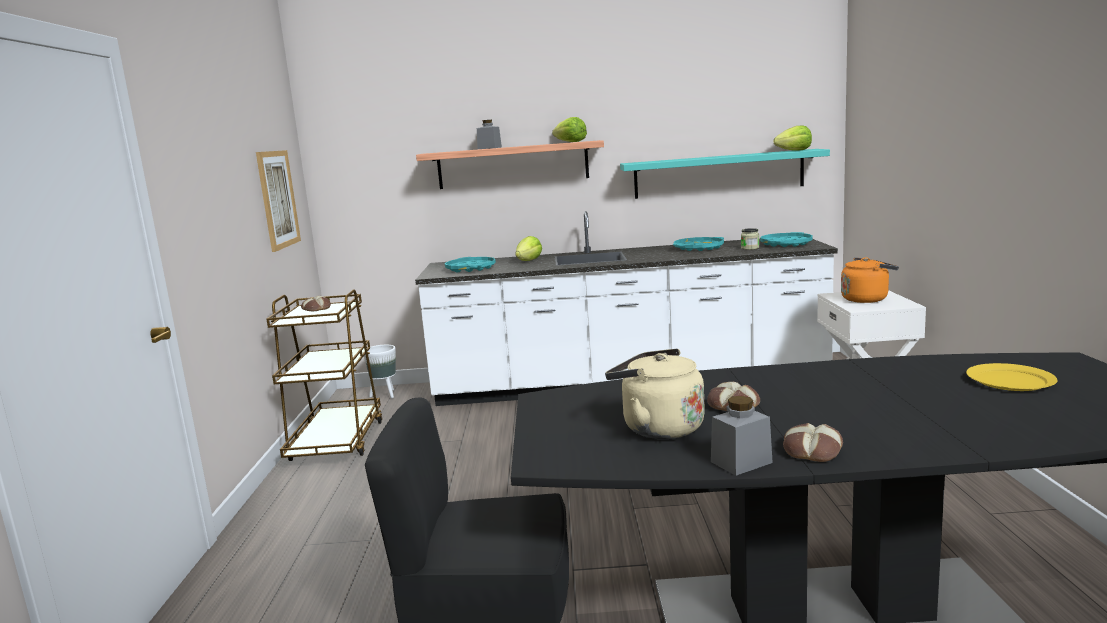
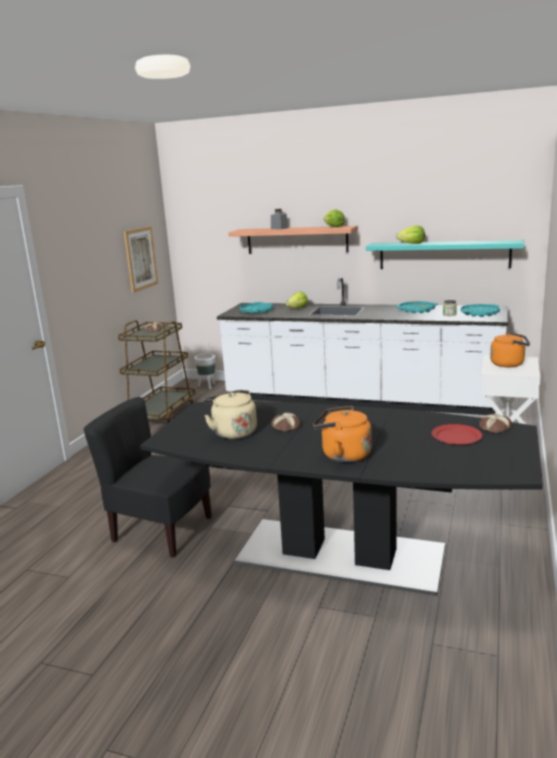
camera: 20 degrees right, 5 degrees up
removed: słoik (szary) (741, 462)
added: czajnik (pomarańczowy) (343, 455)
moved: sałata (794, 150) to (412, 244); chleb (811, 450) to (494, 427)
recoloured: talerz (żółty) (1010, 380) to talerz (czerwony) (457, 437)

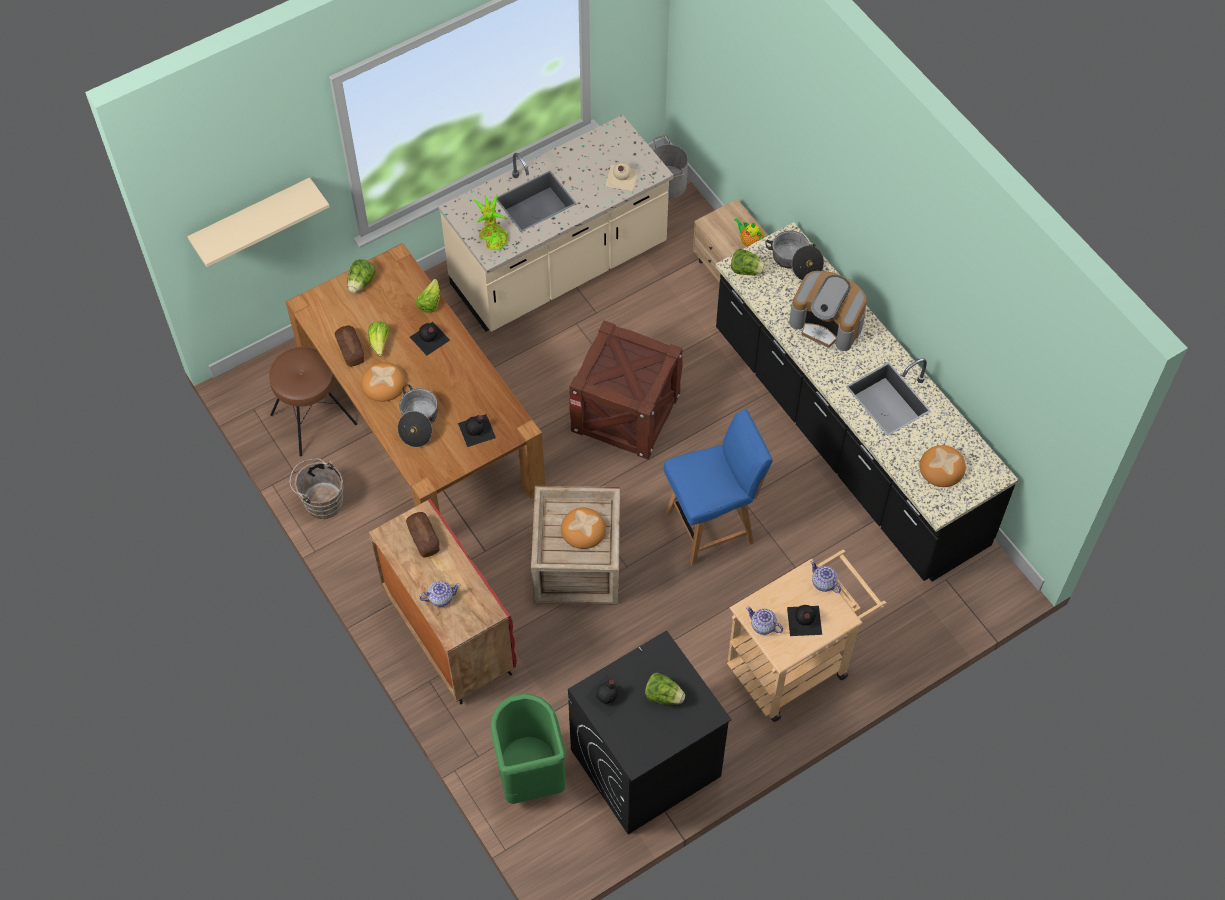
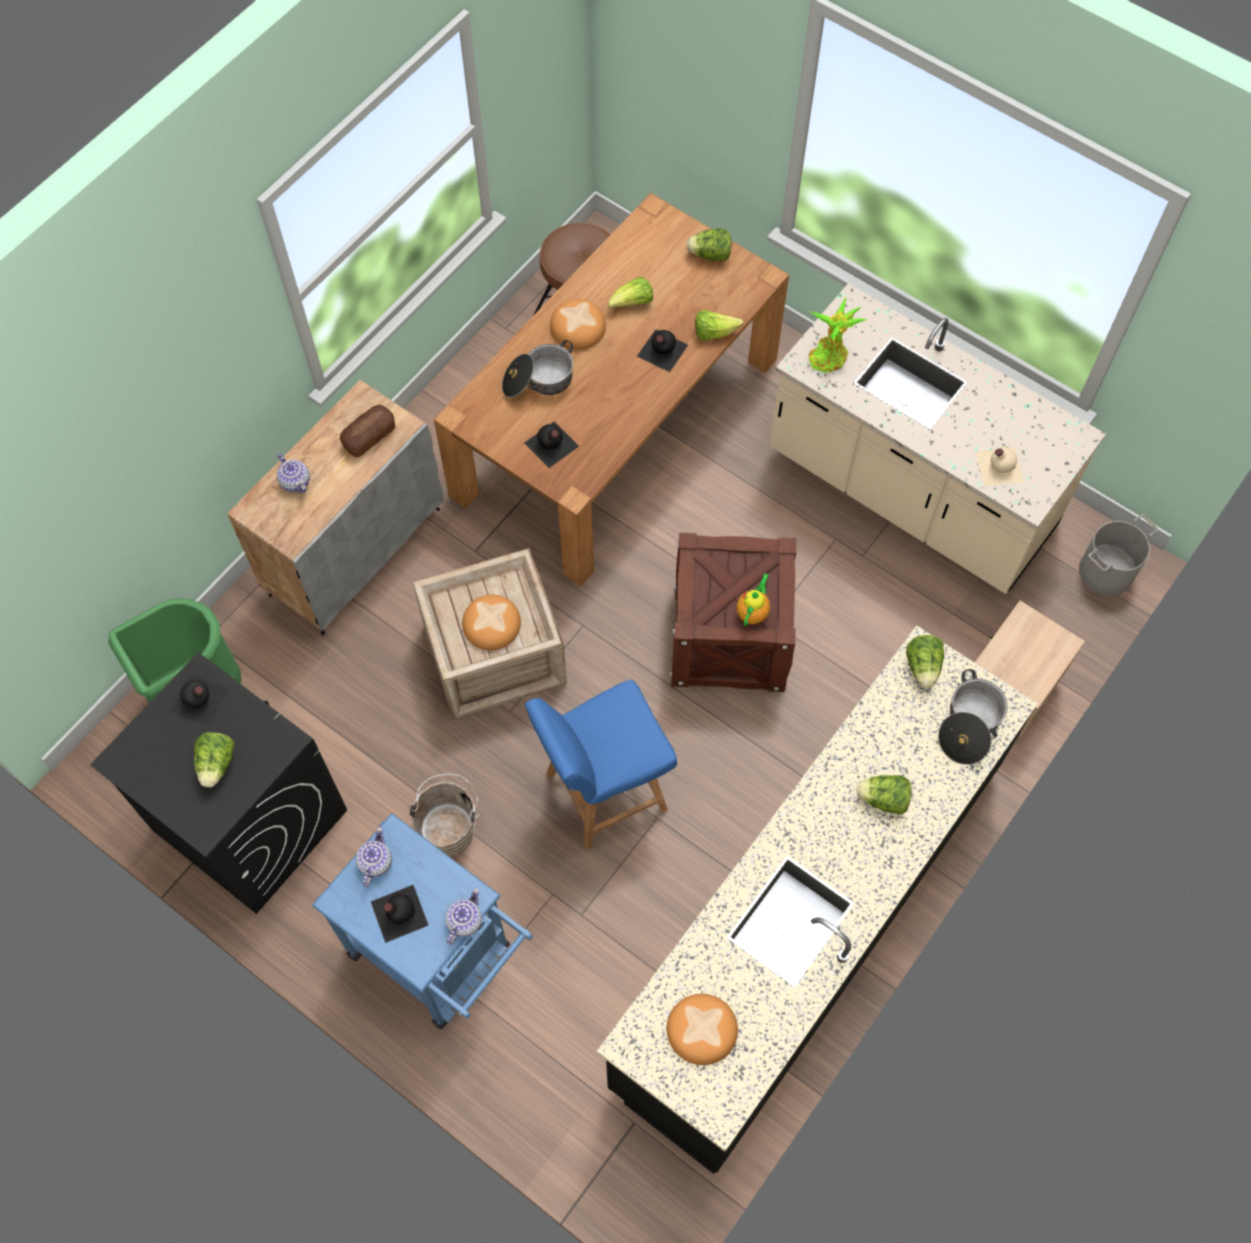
camera: 70 degrees right, 5 degrees up
removed: półka (beżowy) (252, 217); chleb (350, 350)
moved: wiadro (brązowy) (321, 501) to (449, 828); imbryk (749, 241) to (753, 611)
replaced: ekspres do kawy (827, 323) to sałata (883, 799)
recoloured: szafka (czerwony) (448, 632) to szafka (szary) (355, 550); wózek (beżowy) (796, 663) to wózek (niebieski) (440, 958)
turned: krzesło (niebieski) (712, 526) = (603, 793) 105 degrees clockwise

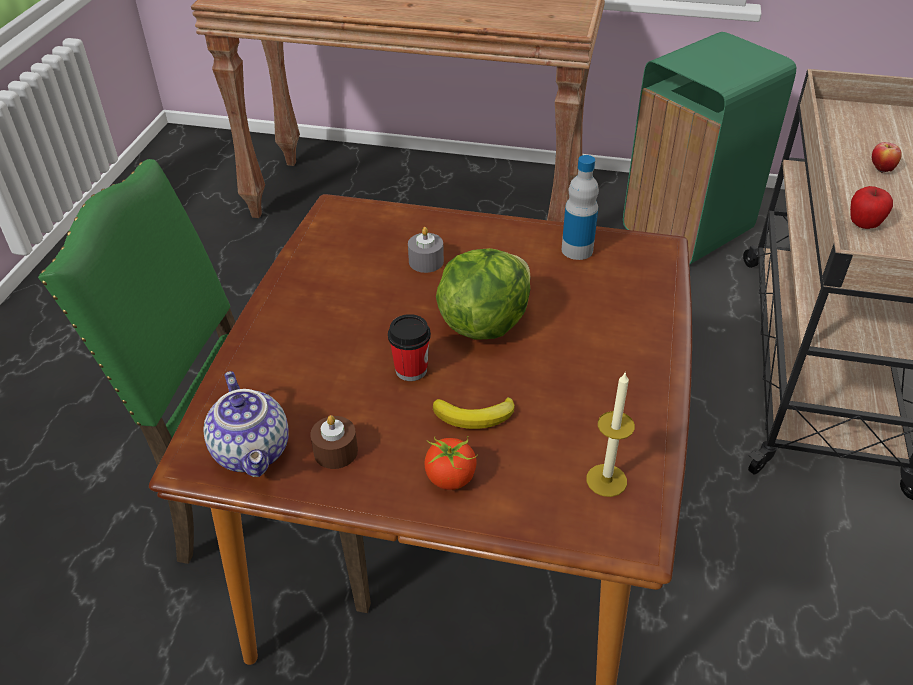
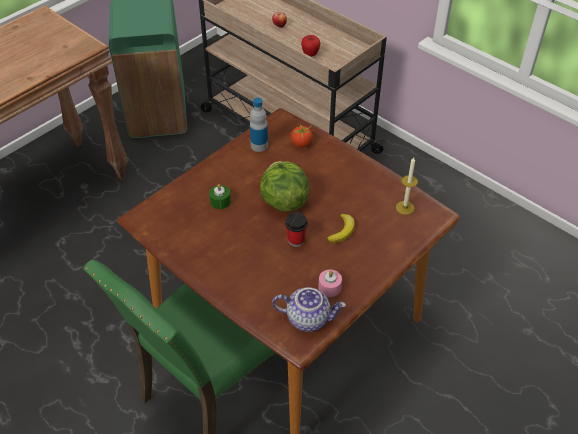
camera: 60 degrees left, 5 degrees up
moved: pomidor (451, 478) to (301, 143)
recoloured: świeca (szary) (426, 261) to świeca (zielony) (220, 201); świeca (brązowy) (335, 451) to świeca (różowy) (329, 287)

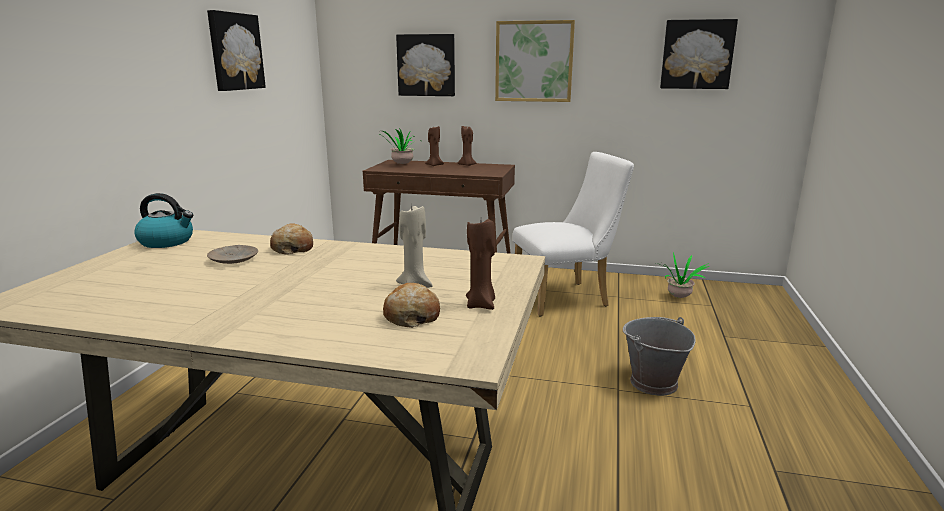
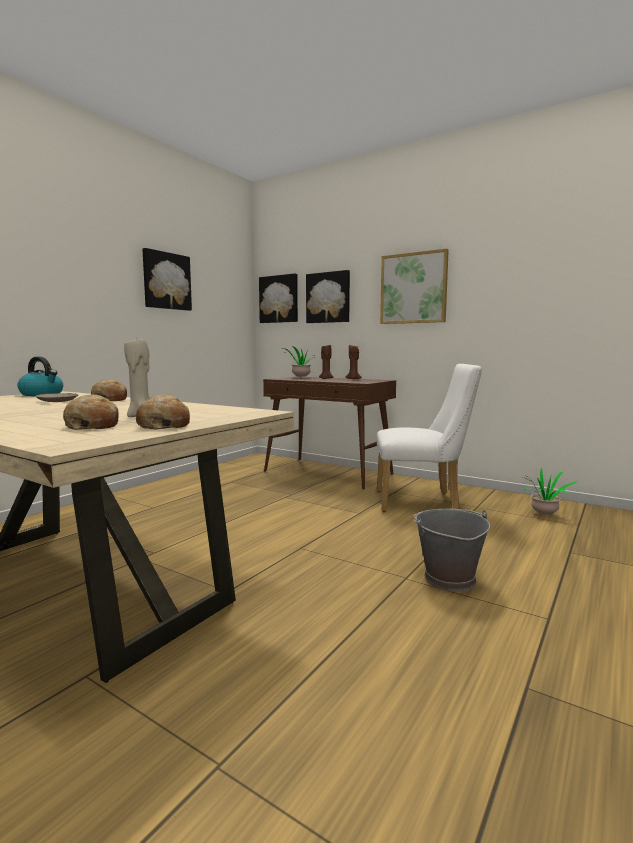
camera: 20 degrees right, 10 degrees down
moved: obraz (697, 54) to (279, 299)
replaced: świeca (brązowy) (481, 305) to chleb (164, 425)

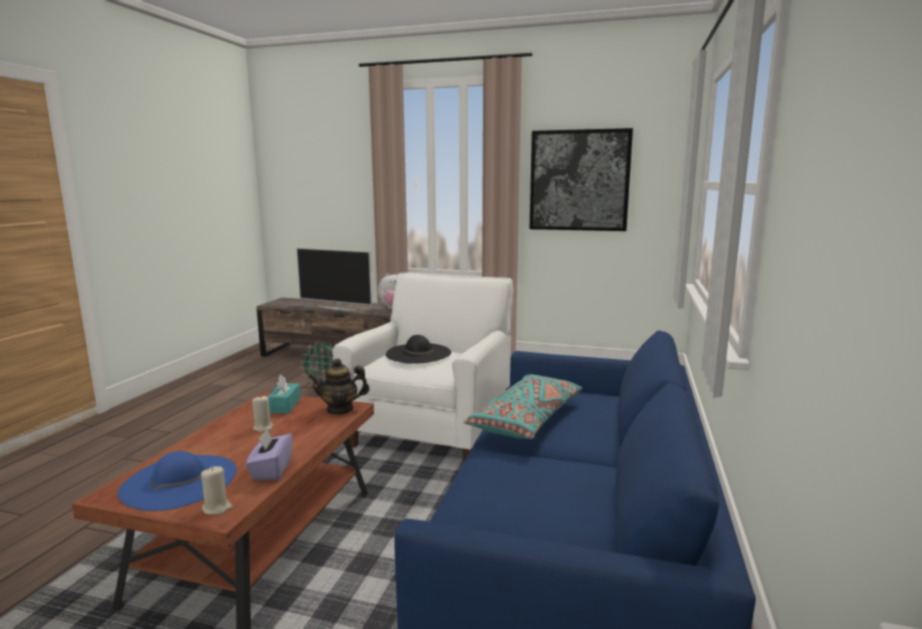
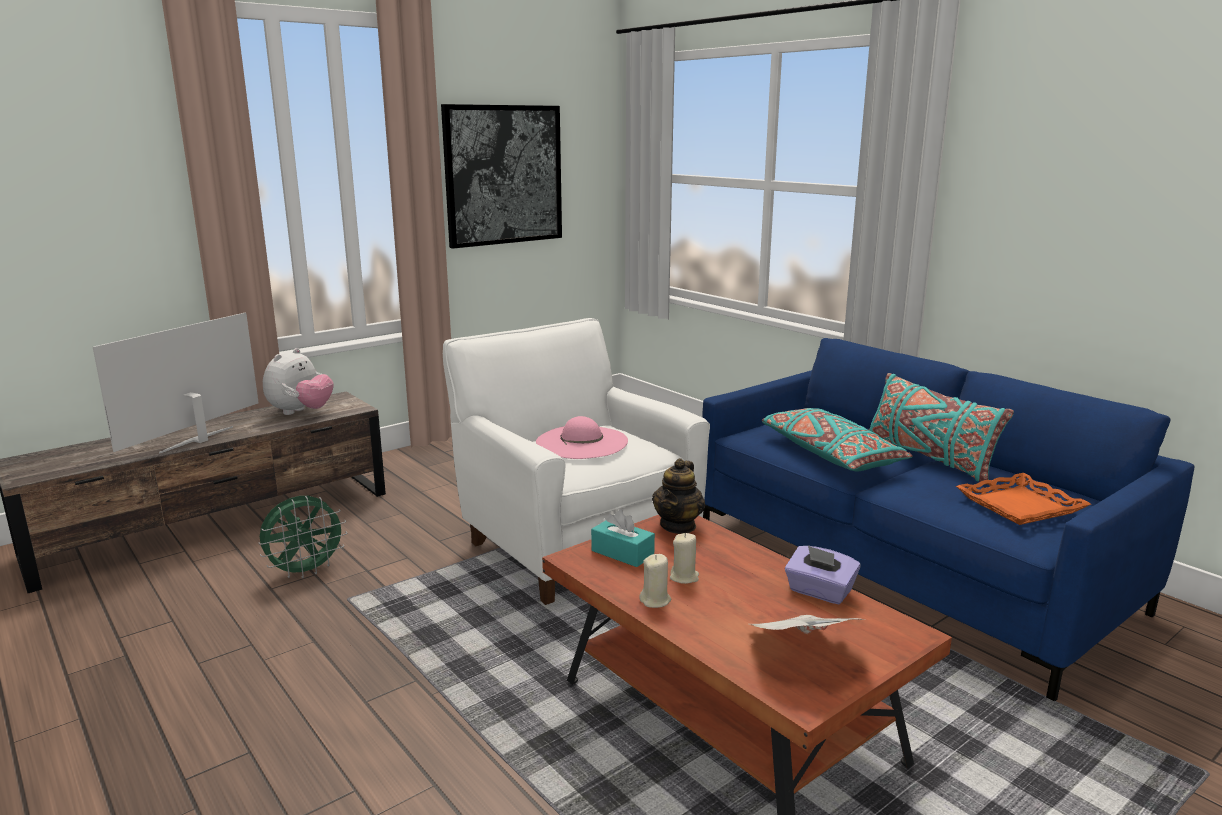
camera: 55 degrees left, 5 degrees up
added: poduszka (turkusowy) (929, 457); taca (pomarańczowy) (1019, 505)
moved: świeca (beżowy) (217, 508) to (655, 600)
replaced: kapelusz (niebieski) (179, 481) to gazeta (803, 649)
recoloured: kapelusz (czarny) (418, 353) to kapelusz (różowy) (582, 442)
turned: telewizor (337, 308) = (198, 440) 150 degrees clockwise

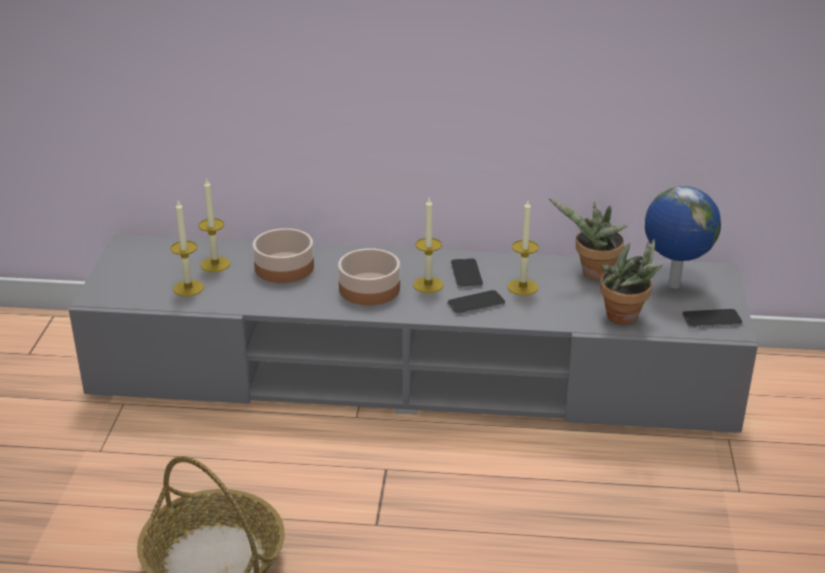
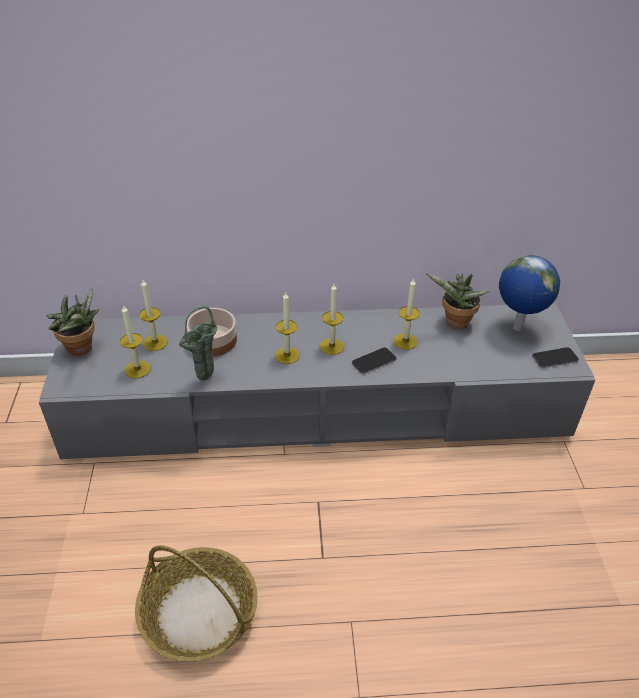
camera: 10 degrees left, 10 degrees up
removed: telefon (466, 274)
added: wazon (zielony) (204, 379)
moved: roślina doniczkowa (626, 318) to (82, 349)
replaced: miska (370, 289) to świeca (287, 355)

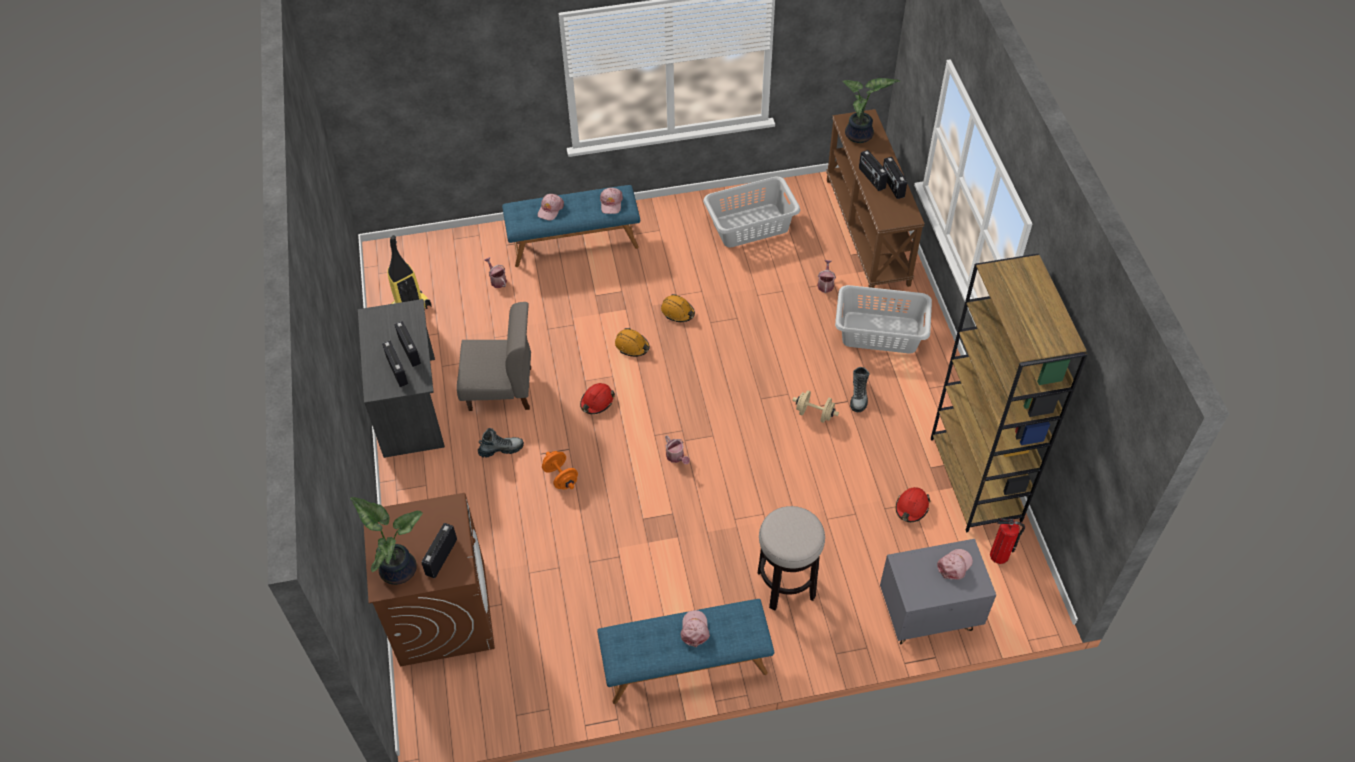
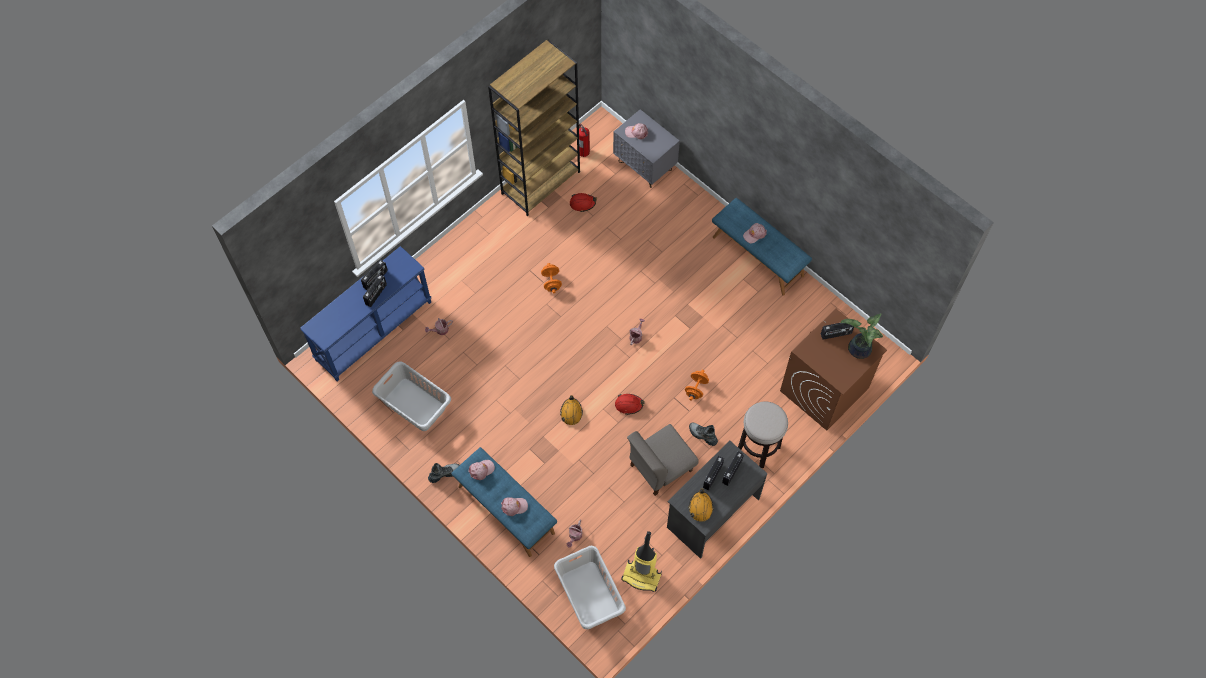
camera: 125 degrees left, 10 degrees up
removed: roślina doniczkowa (860, 136)
moved: but z cholewką (858, 396) to (444, 474); kosz na pranie (szary) (879, 332) to (589, 594); kask (pomarańczowy) (678, 312) to (700, 507); stołek (786, 584) to (758, 448)
recoloured: stolik konsolowy (brązowy) (868, 231) to stolik konsolowy (niebieski) (373, 330); hantel (beżowy) (814, 413) to hantel (pomarańczowy) (551, 282)
turned: krzesło (szary) (501, 389) = (660, 467) 90 degrees counterclockwise

